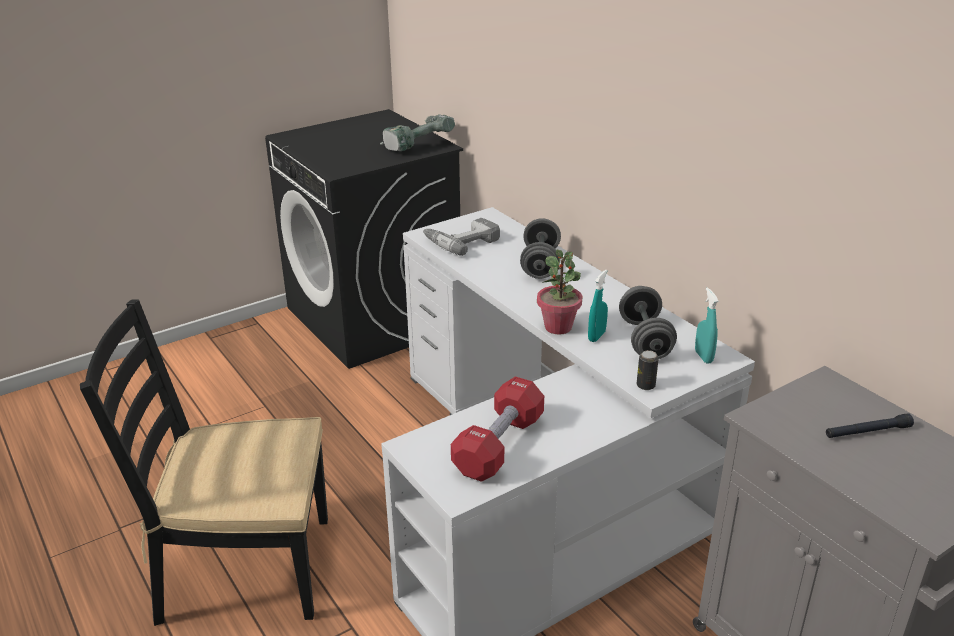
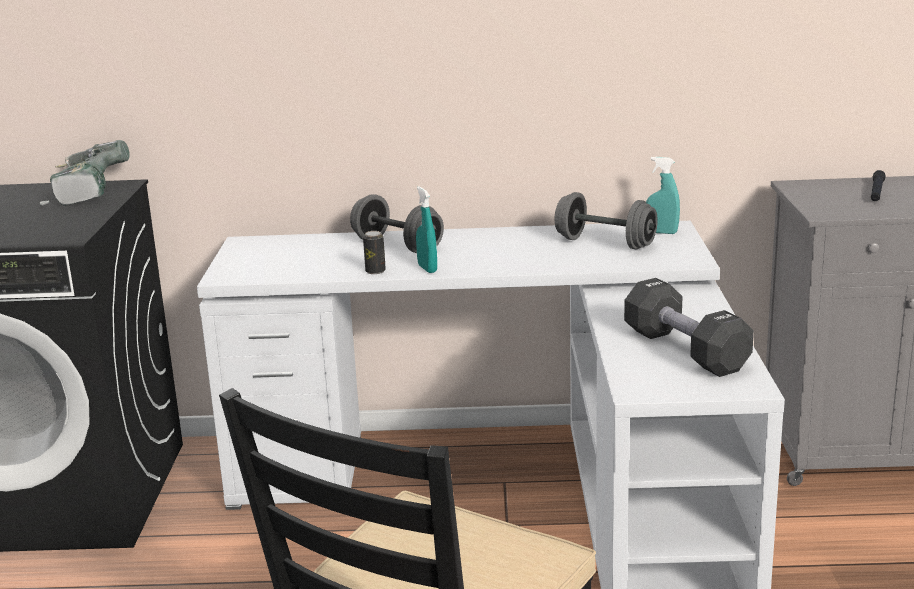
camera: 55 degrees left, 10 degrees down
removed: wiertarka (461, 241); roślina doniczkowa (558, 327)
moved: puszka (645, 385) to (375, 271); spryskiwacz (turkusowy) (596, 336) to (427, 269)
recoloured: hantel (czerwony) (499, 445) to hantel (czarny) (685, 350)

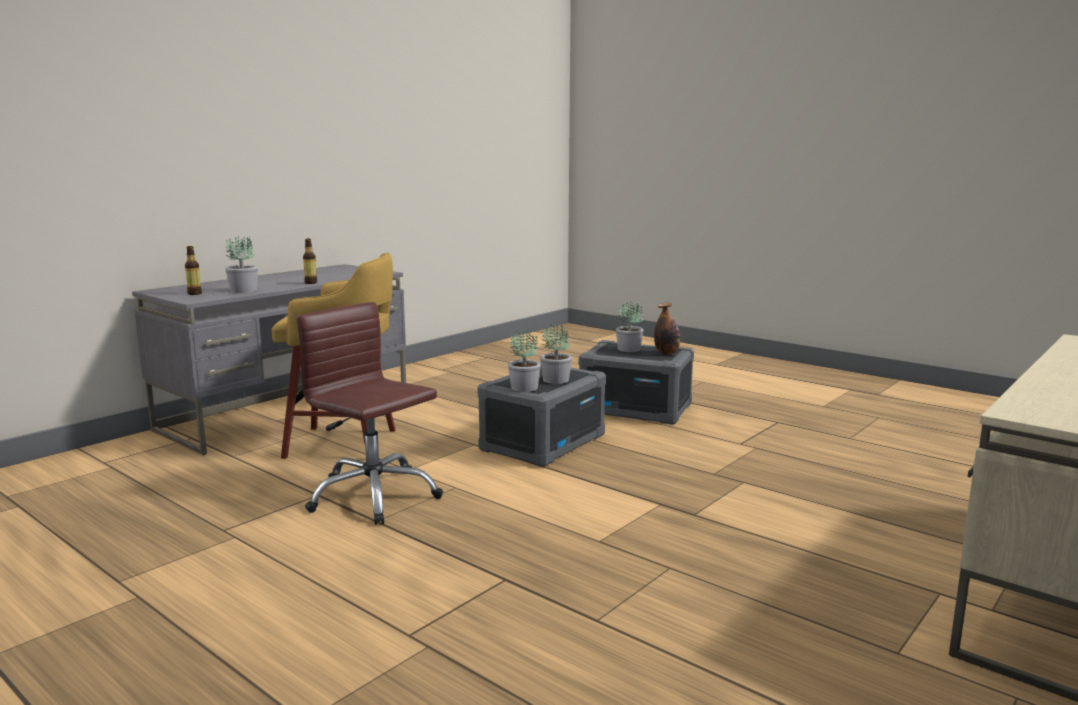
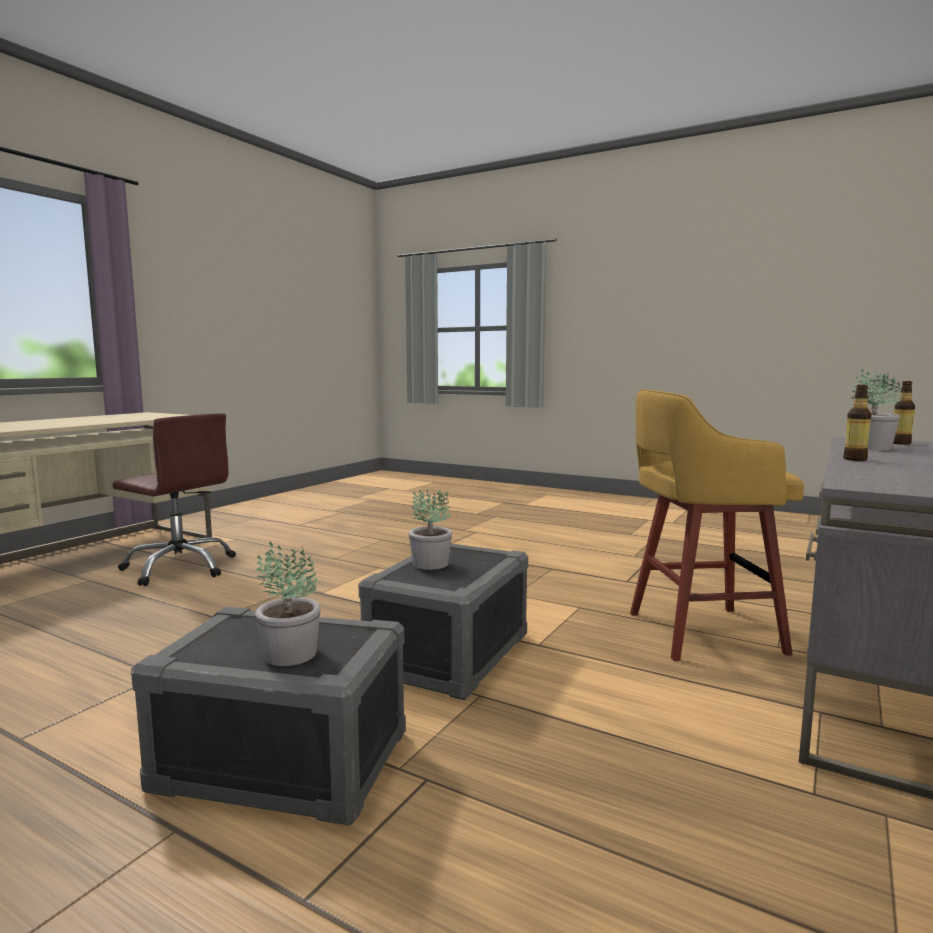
camera: 170 degrees right, 5 degrees down
removed: roślina doniczkowa (524, 387); butelka (666, 353)
moved: krzesło biurowe (brązowy) (373, 496) to (180, 567)

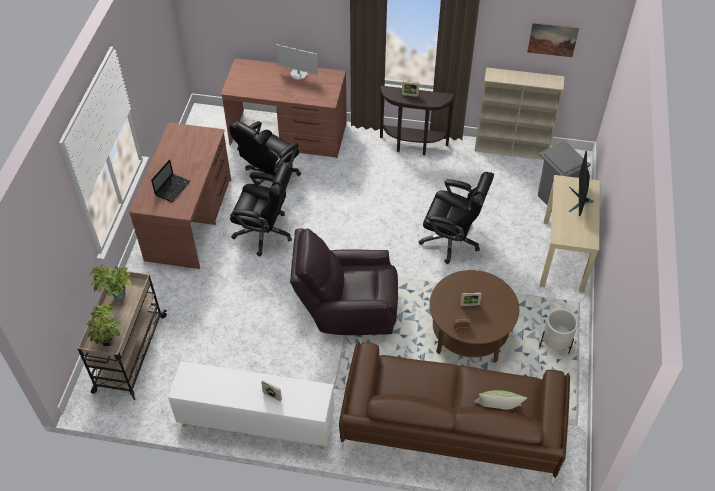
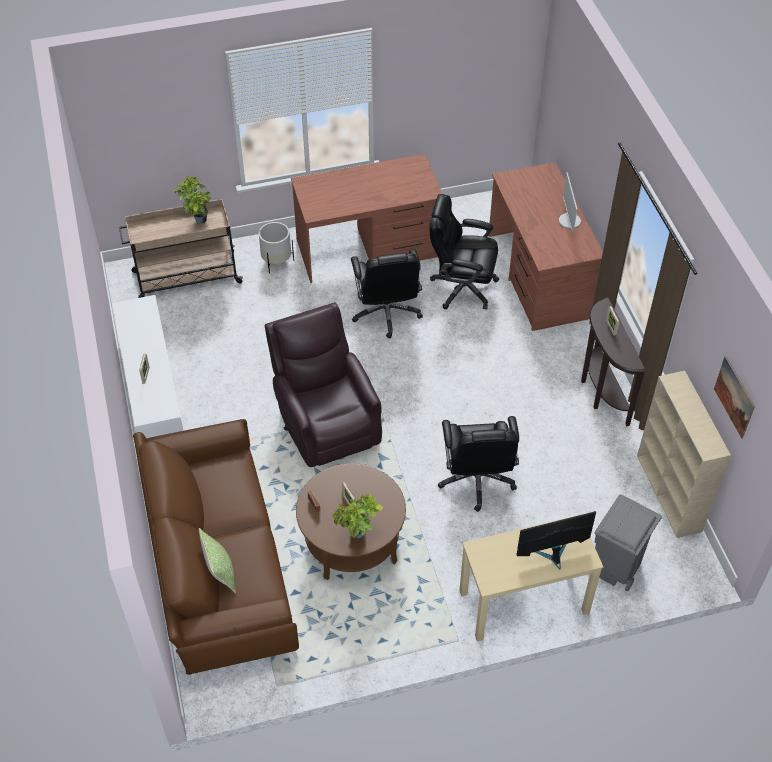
camera: 65 degrees right, 0 degrees up
removed: laptop (173, 188)
moved: donica (biały) (555, 343) to (276, 261); roślina doniczkowa (110, 343) to (357, 536)

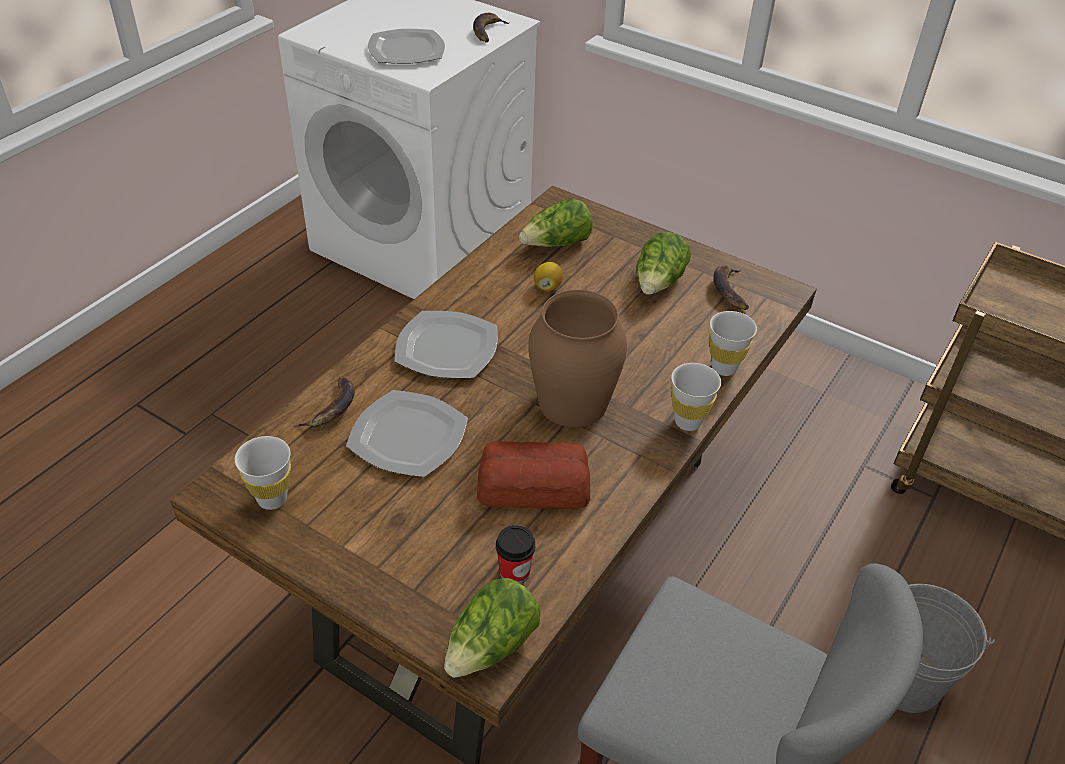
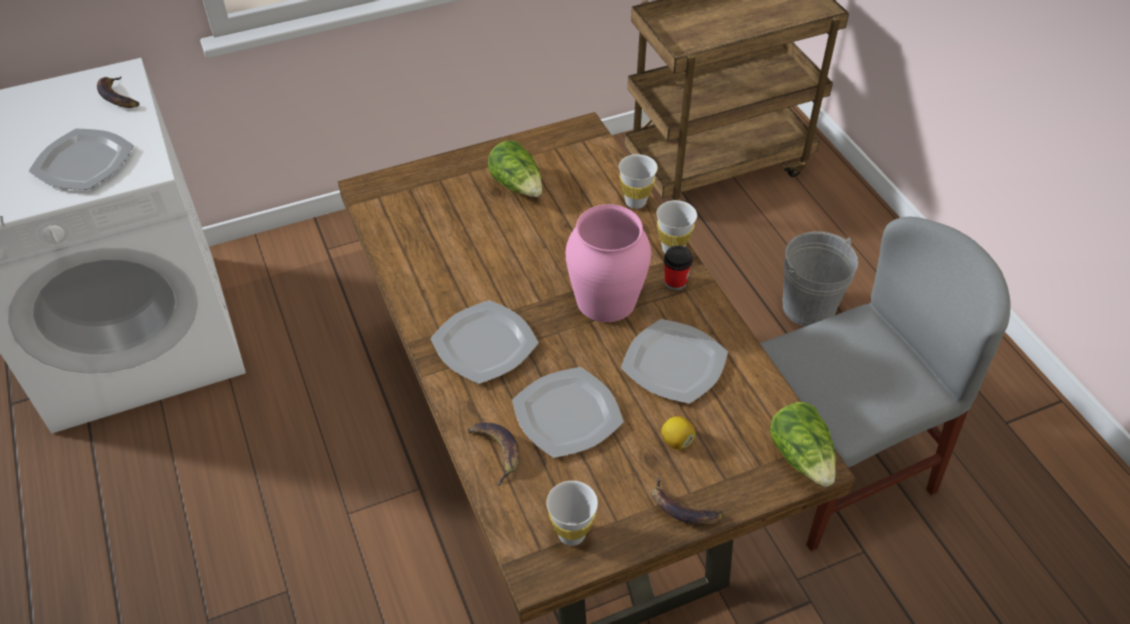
camera: 55 degrees left, 5 degrees up
removed: sałata (556, 244)
moved: banan (729, 290) to (682, 508); cytryna (547, 287) to (677, 441); filiżanka (514, 572) to (675, 282)
replaced: chleb (535, 487) to talerz (675, 363)
recoloured: wazon (brązowy) (572, 403) to wazon (różowy) (606, 300)

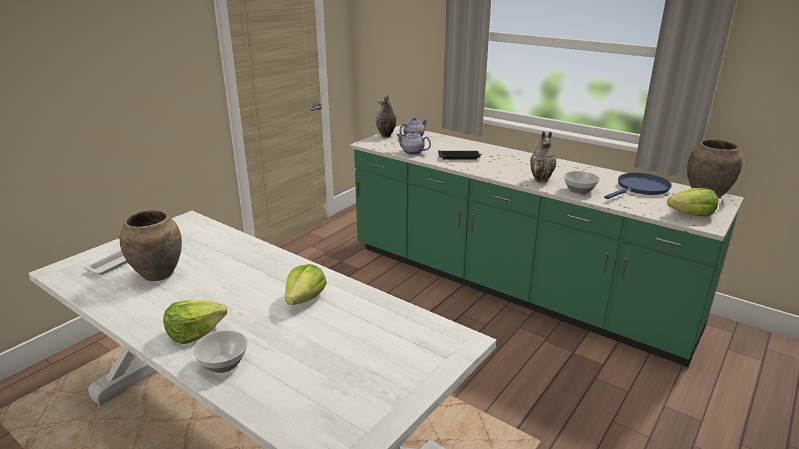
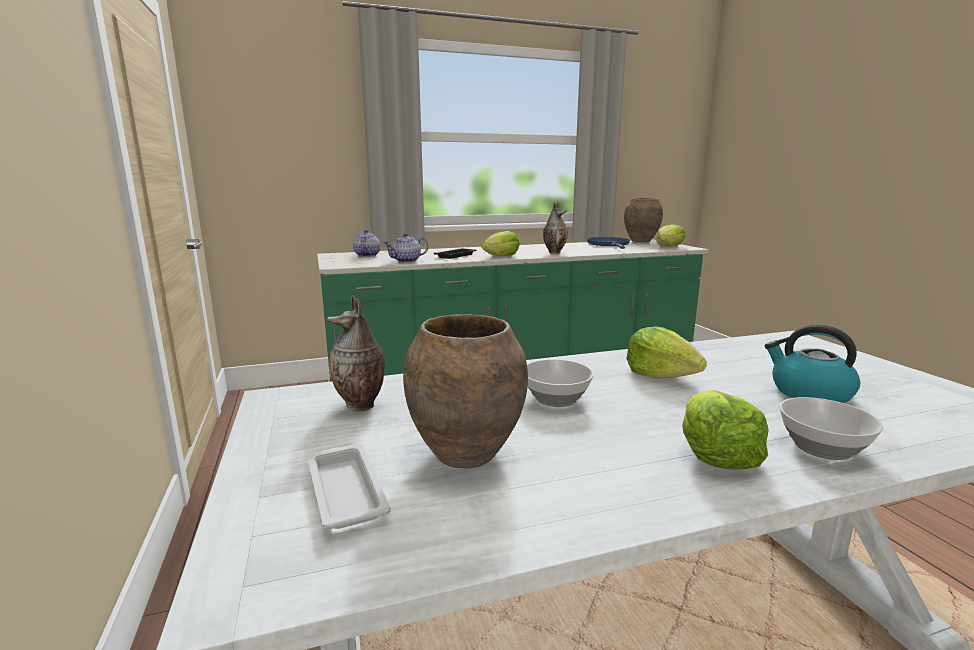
camera: 55 degrees left, 10 degrees down
added: sałata (501, 256); czajnik (809, 393)
moved: wazon (386, 136) to (361, 405); miska (579, 190) to (555, 398)

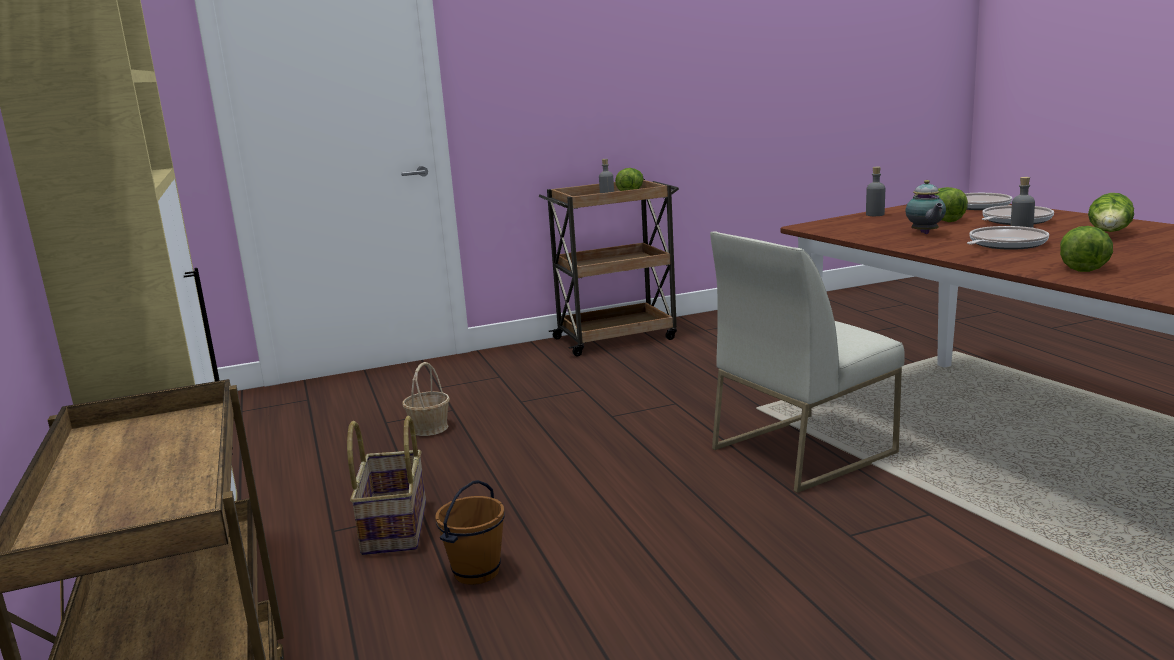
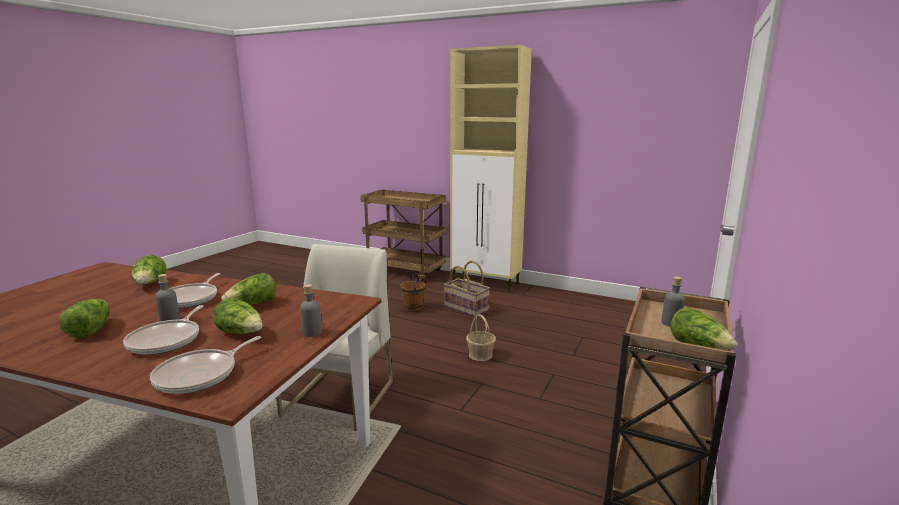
camera: 135 degrees right, 0 degrees up
moved: koszyk (429, 428) to (480, 355)
replaced: imbryk (925, 233) to sałata (253, 305)

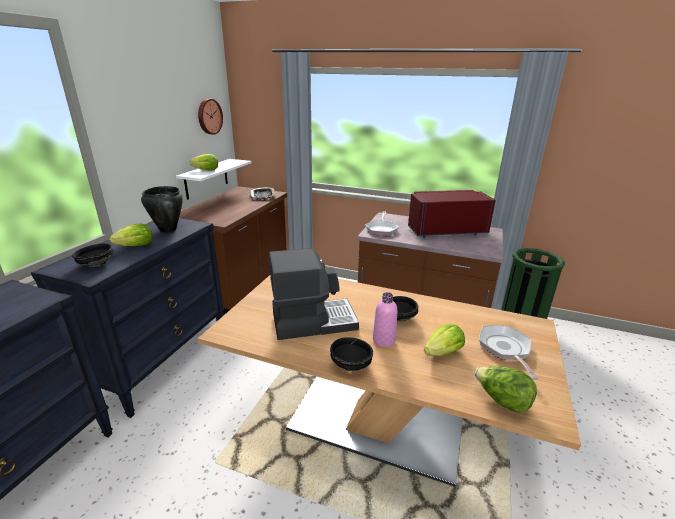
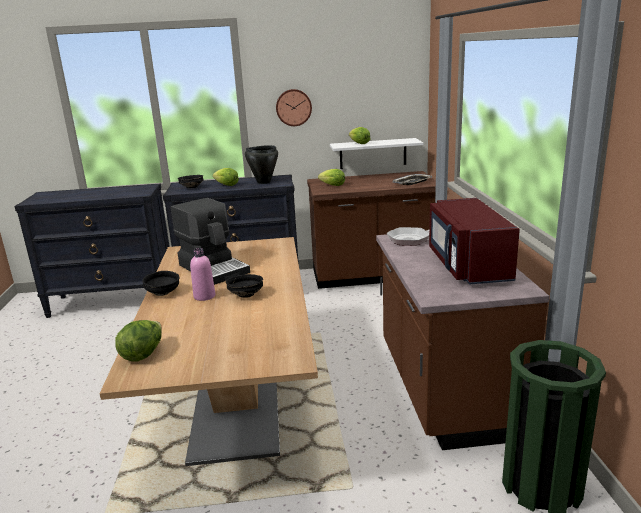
camera: 65 degrees right, 5 degrees down
removed: patelnia (505, 349)
moved: zegar ścienny (209, 116) to (293, 107); sałata (443, 353) to (333, 185)
turned: mikrofalówka (czerwony) (445, 230) = (467, 265) 150 degrees counterclockwise

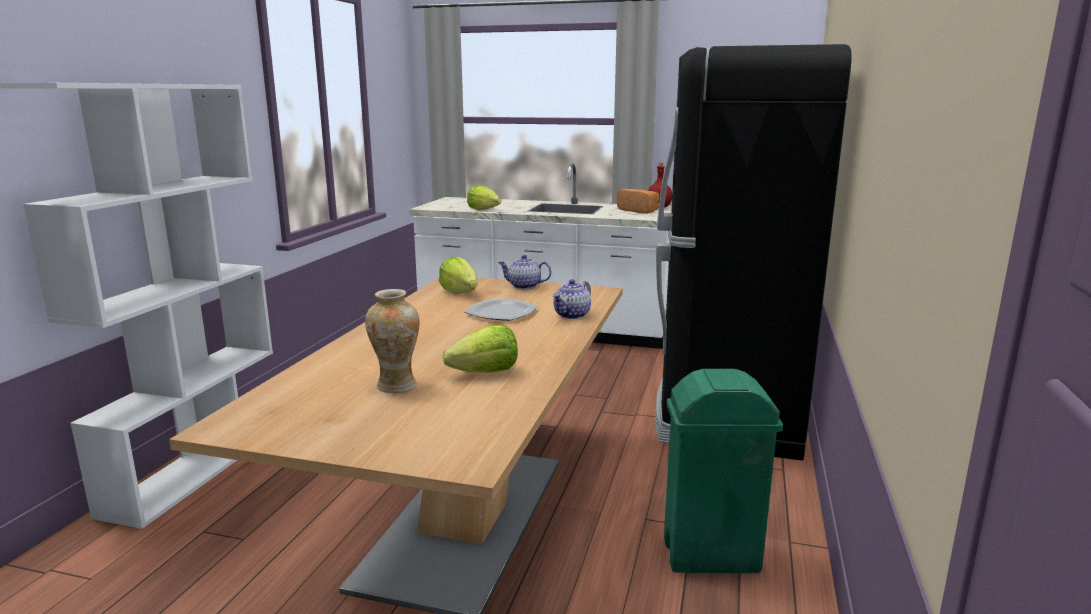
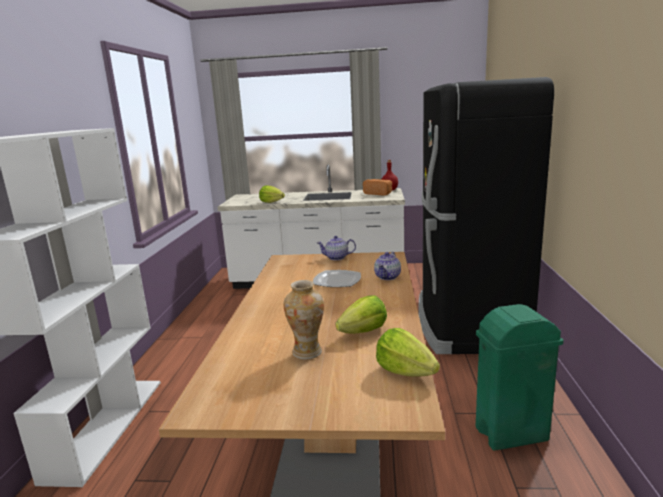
camera: 10 degrees left, 0 degrees up
moved: sałata (460, 292) to (405, 371)

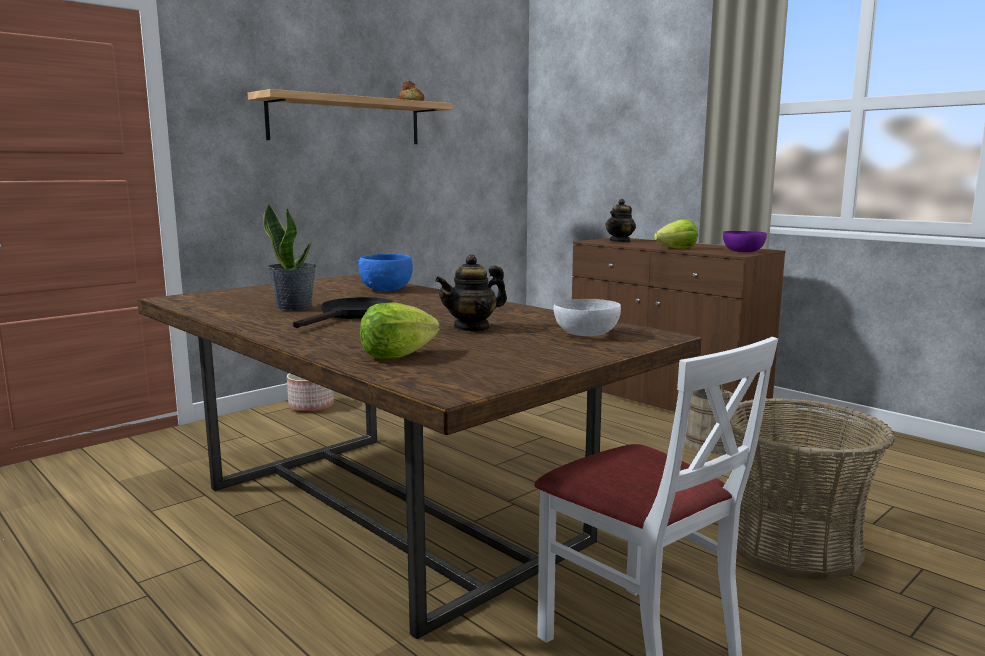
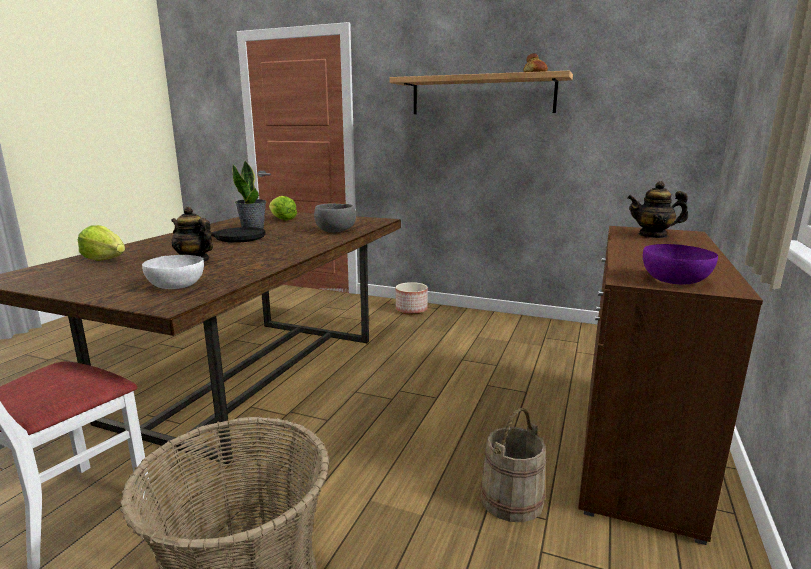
camera: 65 degrees right, 5 degrees up
moved: sałata (677, 248) to (282, 219)
recoloured: miska (niebieski) (386, 290) to miska (szary) (336, 231)

